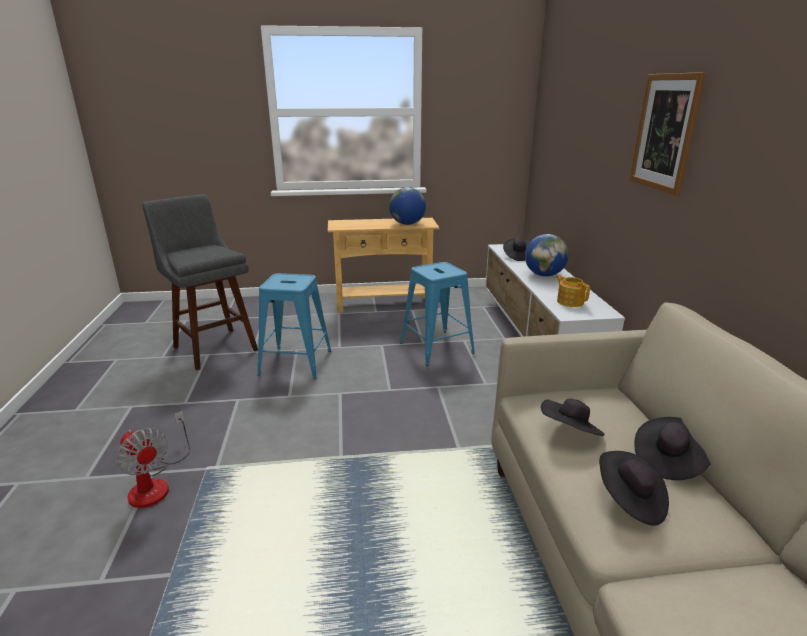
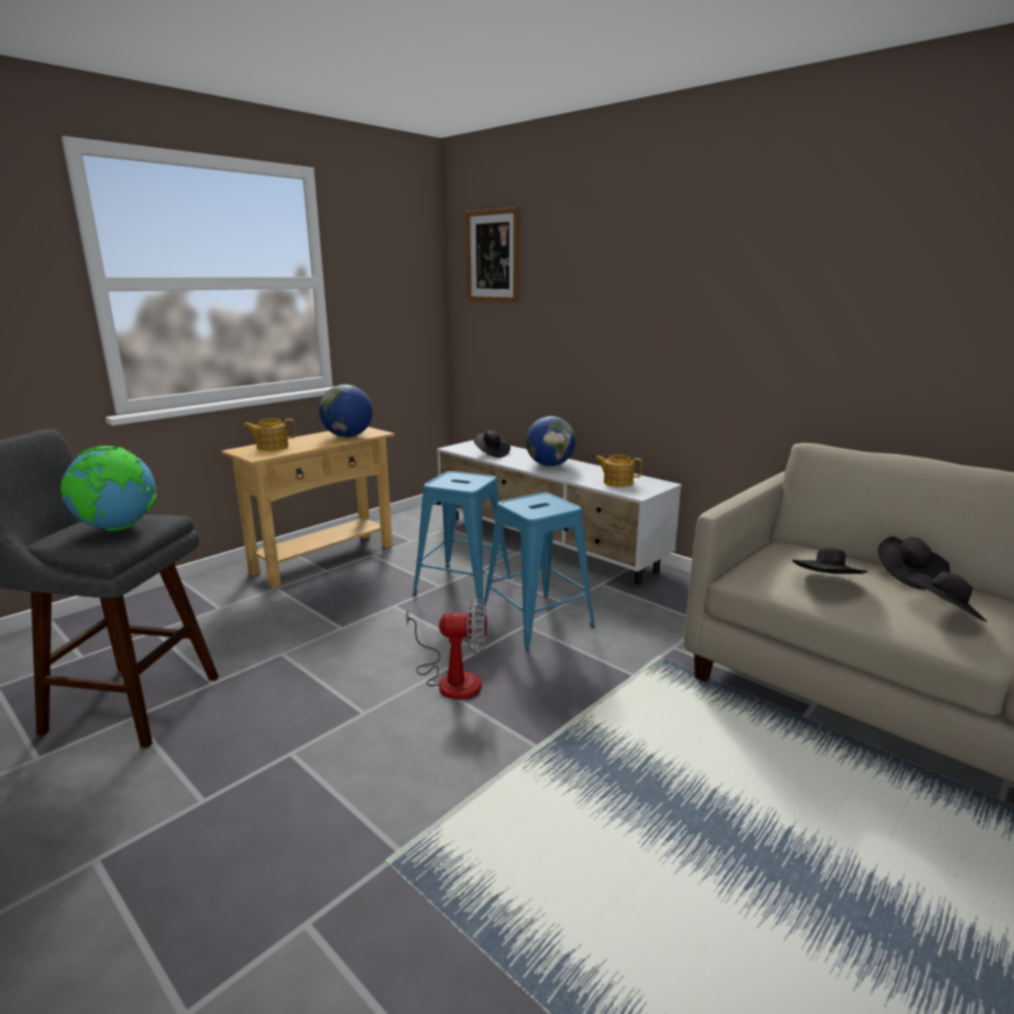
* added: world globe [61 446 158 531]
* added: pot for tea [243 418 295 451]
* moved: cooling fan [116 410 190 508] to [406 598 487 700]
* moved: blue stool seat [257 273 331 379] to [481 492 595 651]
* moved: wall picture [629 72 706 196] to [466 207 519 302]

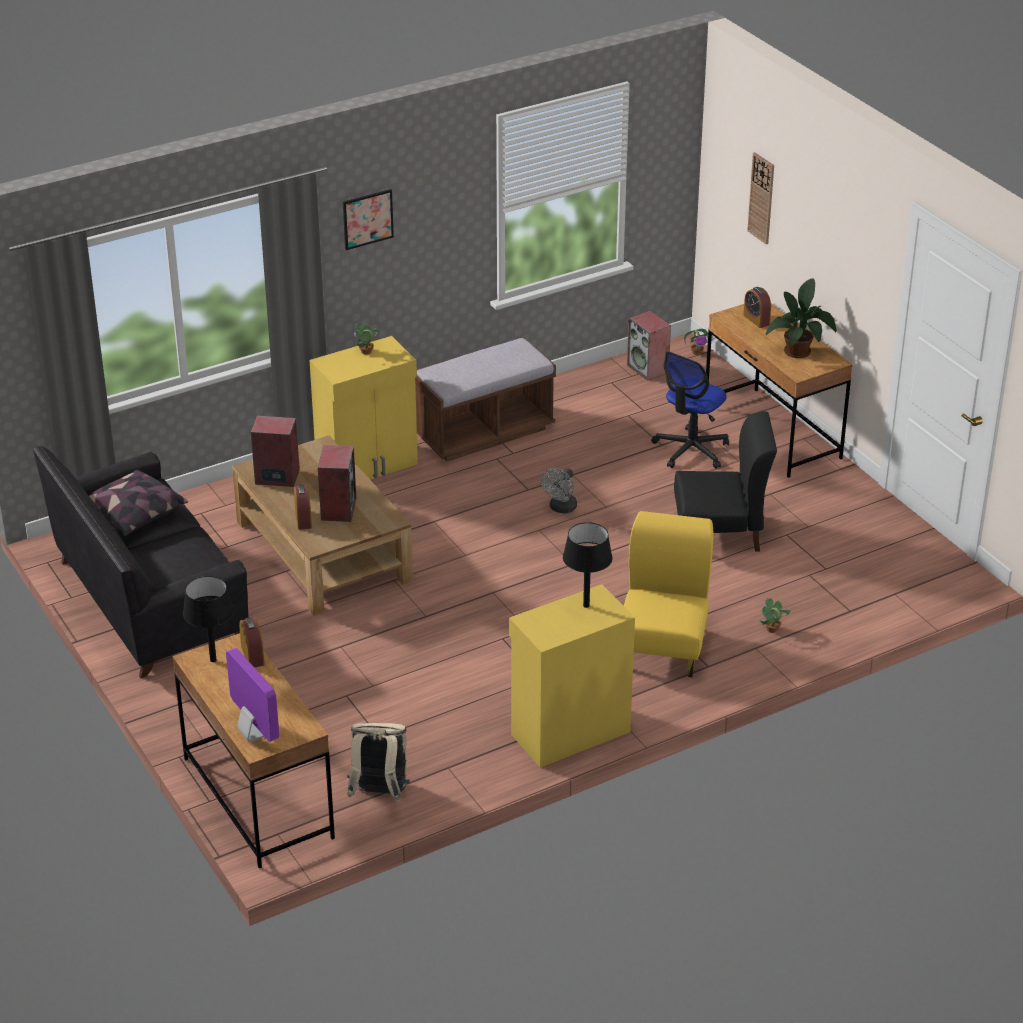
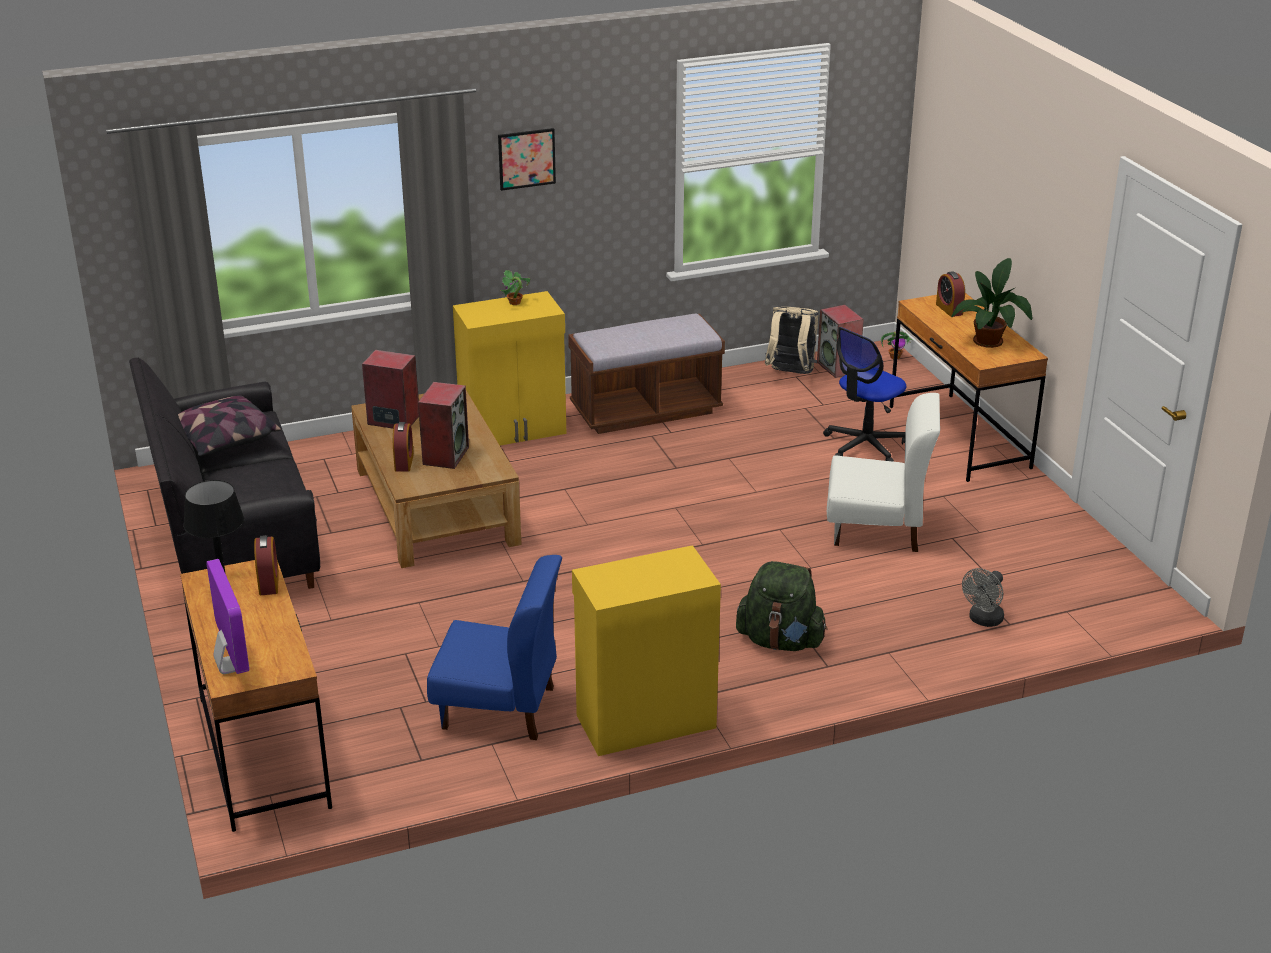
* removed: black tabletop lamp [563 522 613 608]
* removed: clock on the wall [747 152 774 244]
* removed: plant in a pot [759 598 791 633]
* added: blue plain chair [427 555 562 740]
* moved: beige backpack [347 723 410 801] to [765 307 819 374]
* moved: grey cooling fan [541 468 577 514] to [962 568 1004 627]
* replaced: yellow-coloured plain chair [624 511 714 677] to green backpack [736 561 828 651]
* recoloured: black plain chair [674 411 777 552] to whitish plain chair [827 393 940 552]

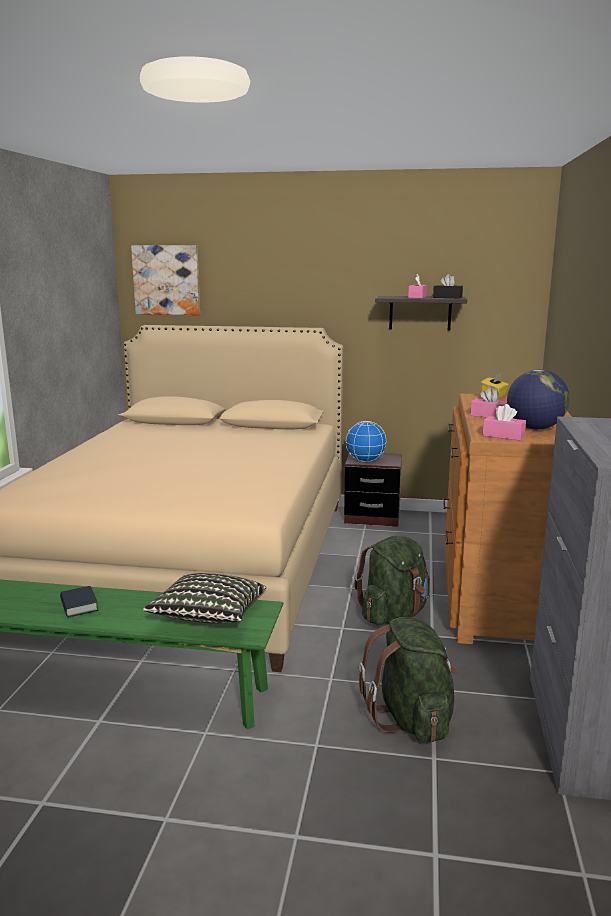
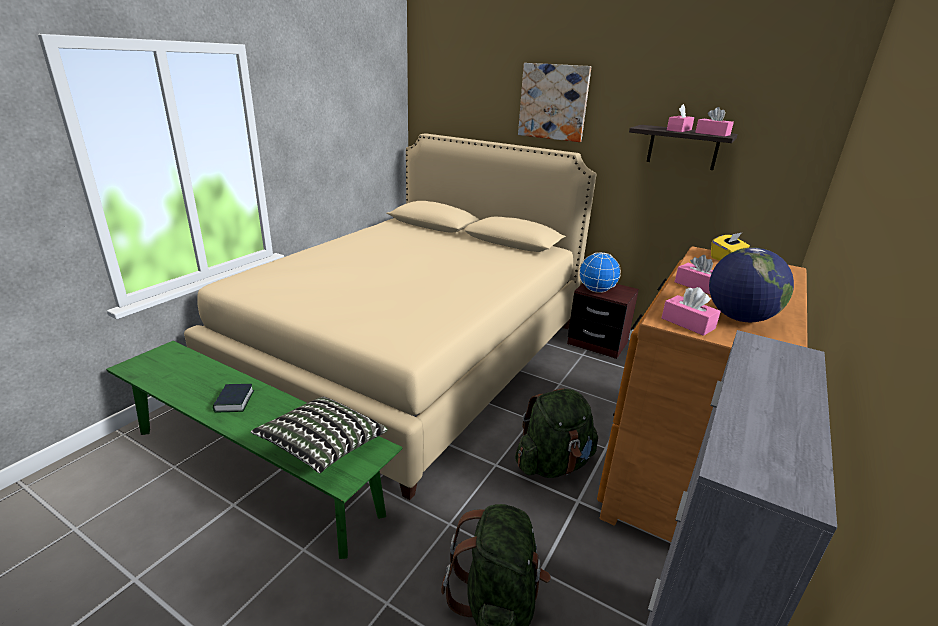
* moved: wall picture [131 245 200 315] to [518 63 591 142]
* recoloured: black tissue box [433 274 463 298] to pink tissue box [695 107 734 136]

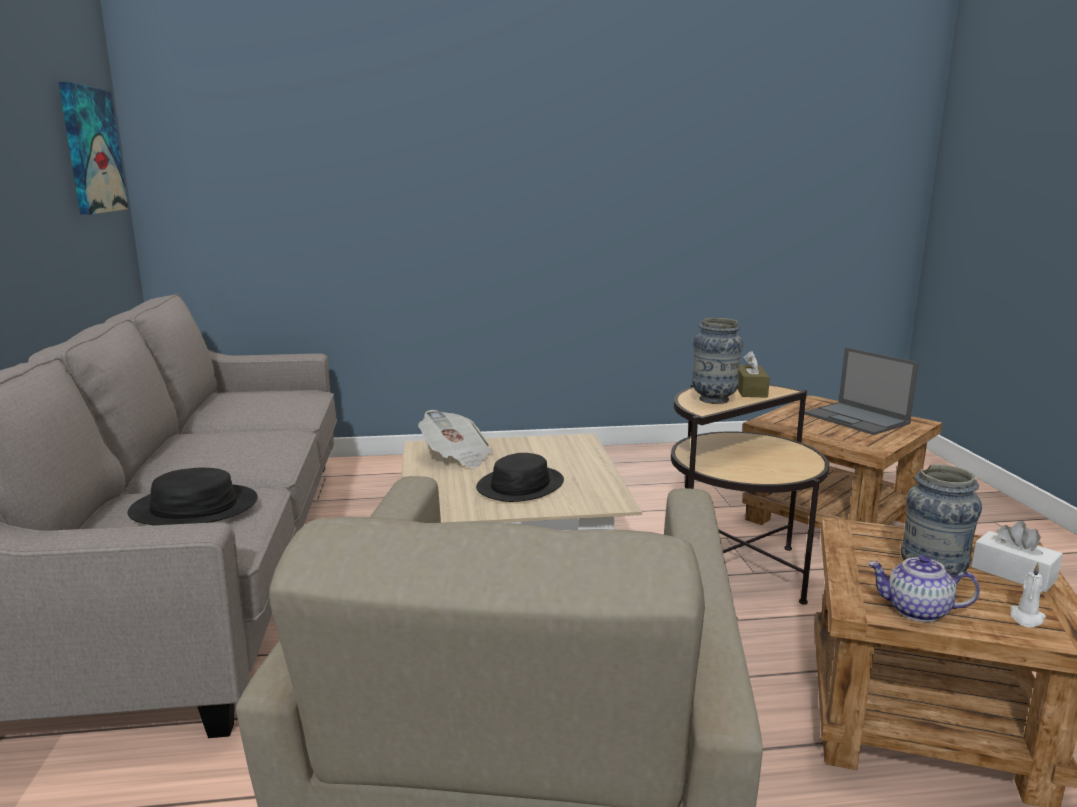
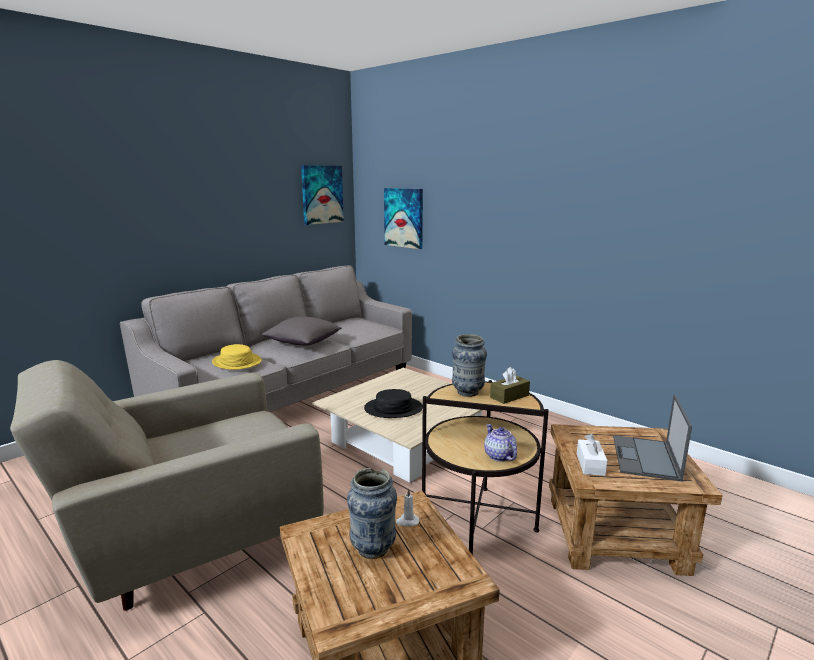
* removed: daily paper [418 410 493 469]
* added: grey cushion [262 316 342 346]
* added: wall picture [384 188 423 249]
* moved: pot for tea [868 555 980 622] to [484 424 517 462]
* moved: whitish tissue box [971 521 1063 592] to [577 434 608 476]
* moved: whitish wax light [1010 563 1046 627] to [396 488 419 526]
* recoloured: black clothing hat [128 468 258 525] to yellow-coloured clothing hat [212 344 262 370]

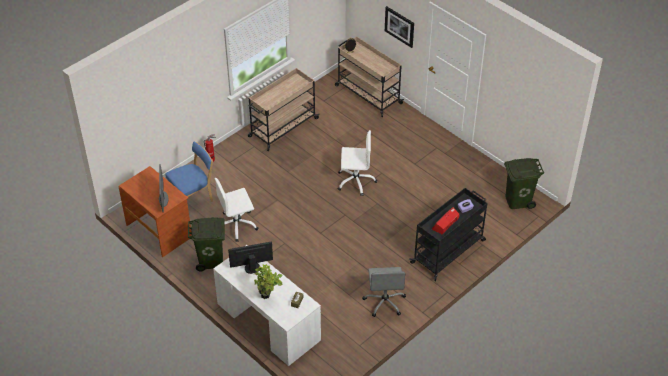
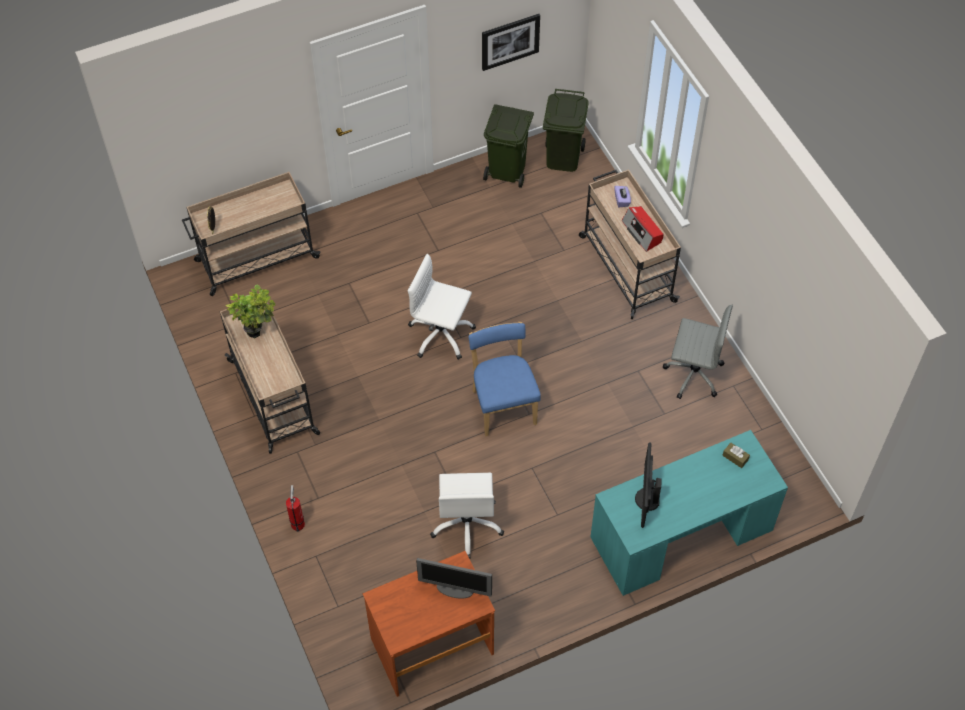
* moved: blue plain chair [166 142 213 202] to [468 322 541 436]
* moved: green waste bin [188 217 225 271] to [483 104 534 188]
* moved: plant in a pot [254 264 283 299] to [225 285 275 338]
* moved: wall picture [385 6 414 48] to [482 14 540 71]
* recoloured: whitish desk unit [213 245 321 366] to blue-green desk unit [591 430 788 596]
* recoloured: black wheeled cart [409 188 488 281] to beige wheeled cart [579 169 681 319]
* turned: whitish computer chair [338 130 377 196] = [408 254 476 360] 90 degrees counterclockwise

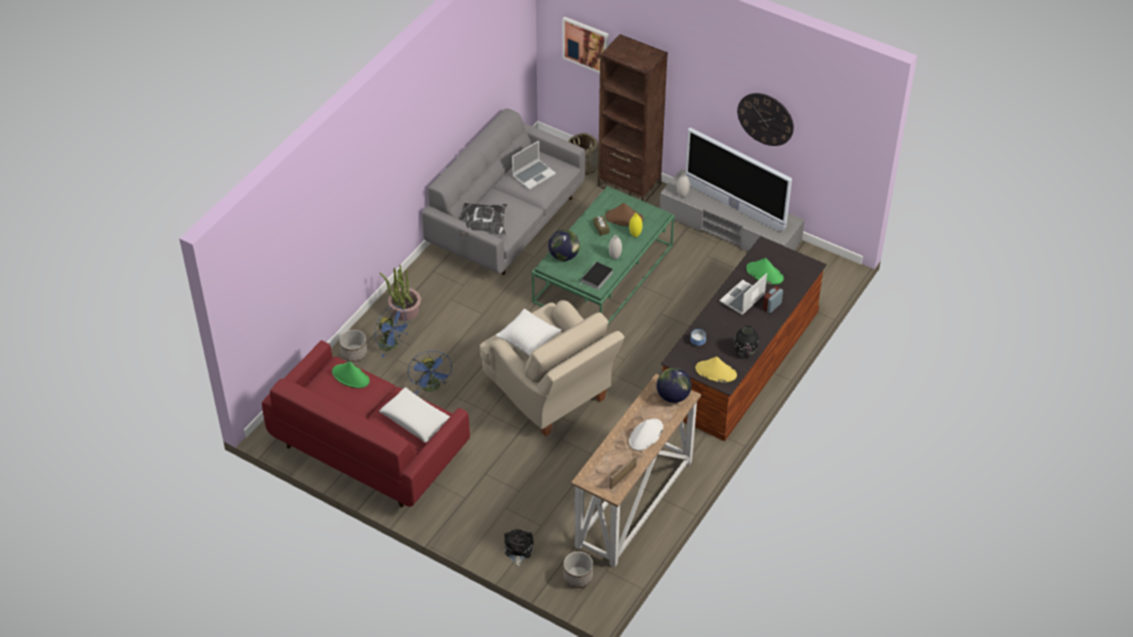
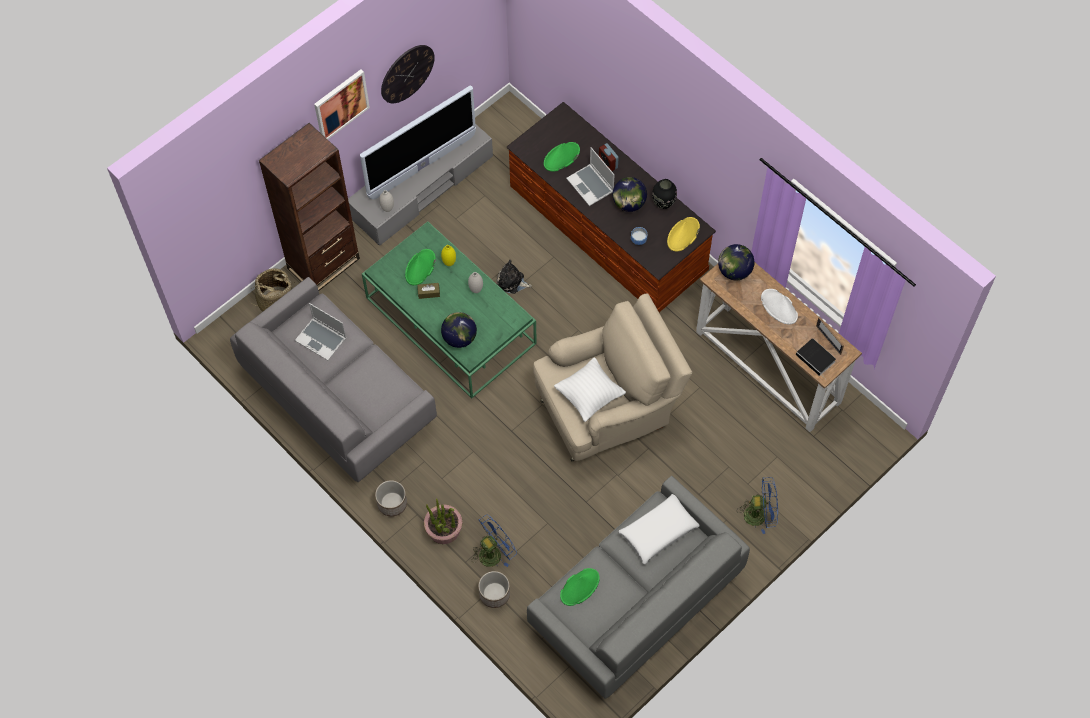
* removed: cushion [459 203 507 236]
* added: world globe [613 177 647 212]
* moved: blue cooling fan [408 351 452 394] to [737 477 778 534]
* moved: cuddly toy [504 529 533 567] to [496 260 532 294]
* moved: wall picture [562 16 608 73] to [314 69 370 139]
* moved: plant pot [564 552 593 588] to [375 480 407 517]
* moved: book [579 262 613 290] to [796 338 836 379]
* recoloured: red couch [262 340 470 508] to grey couch [527 476 750 699]
* recoloured: brownish clothing hat [605 203 644 226] to green clothing hat [405 249 436 285]
* turned: portable computer [512 141 556 190] = [295 303 346 361] 150 degrees clockwise

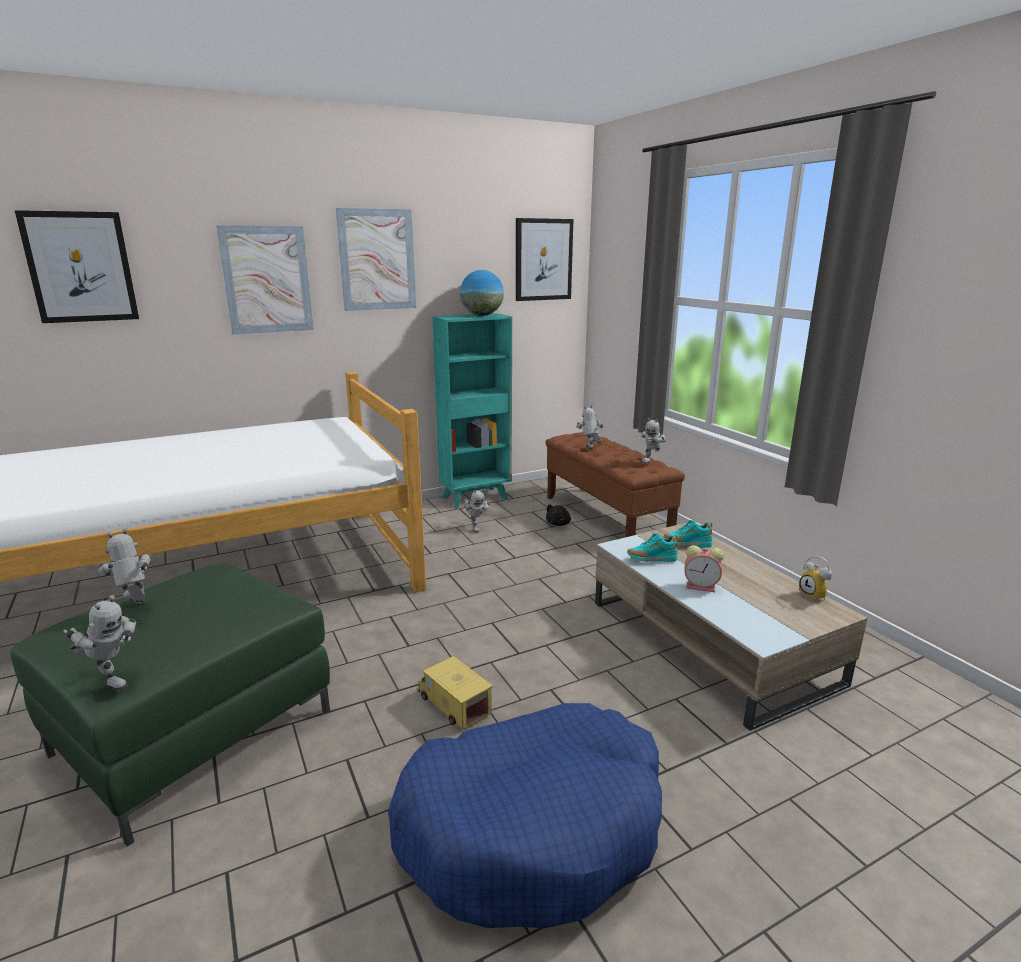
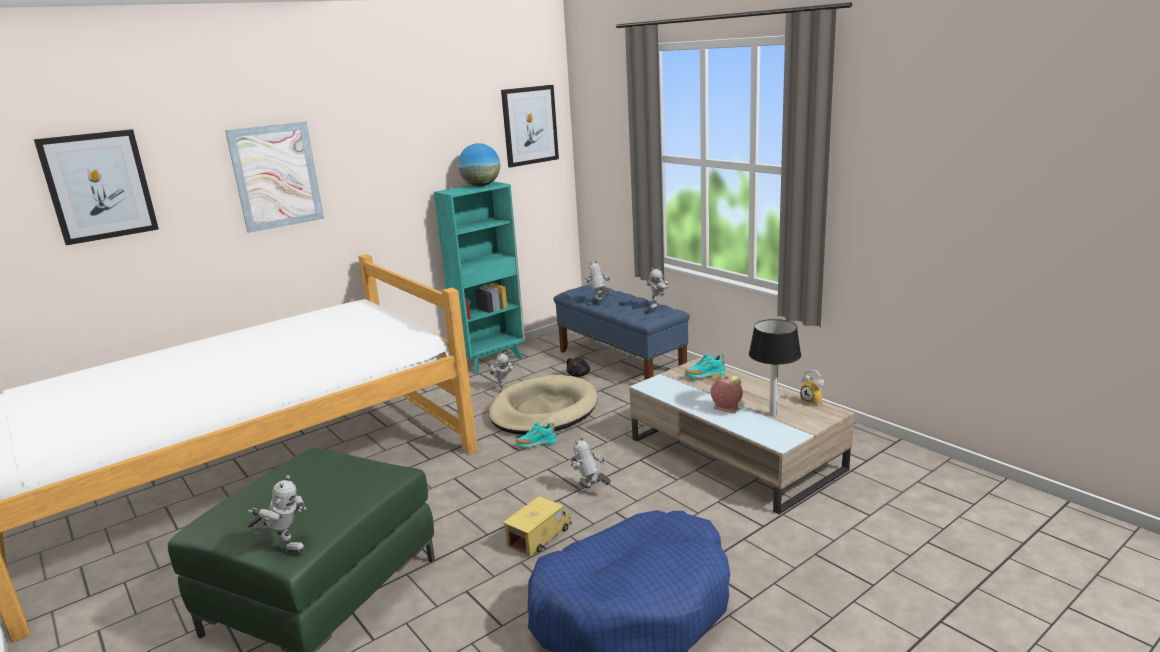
* removed: wall picture [336 208 416 311]
* added: beige dog cushion [489 375 597 435]
* added: tabletop lamp [749 319 801 416]
* moved: toy robot [97 528 152 606] to [571 437 611 489]
* moved: blue-green item of footwear [627 533 678 562] to [515 422 557 447]
* recoloured: brownish bench [546 432 685 537] to blue bench [554 284 690 380]
* turned: toy lorry [417 656 493 730] = [503 496 572 556] 90 degrees clockwise
* turned: table clock [684 545 724 592] = [710 373 743 413] 150 degrees counterclockwise

